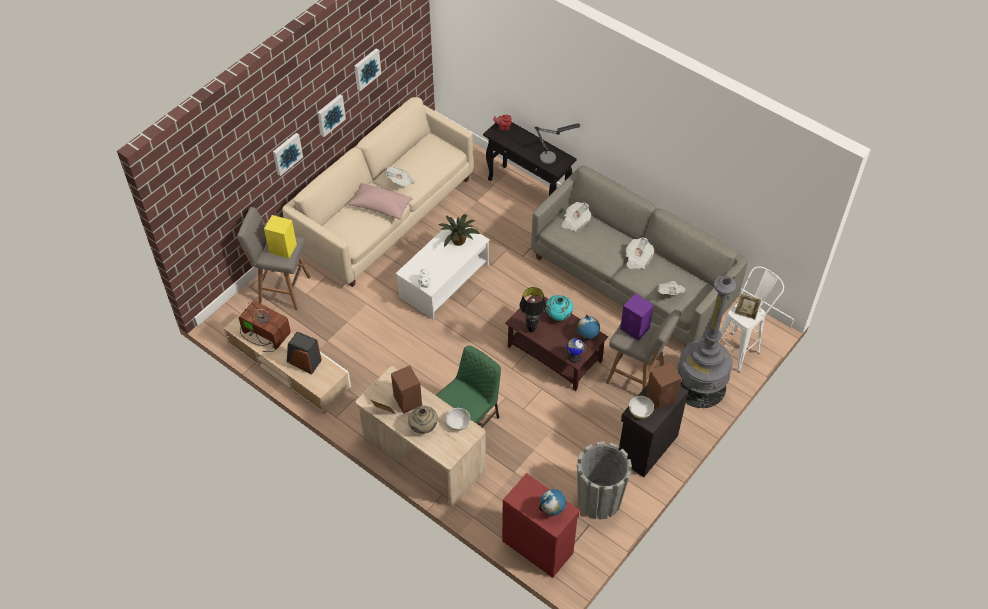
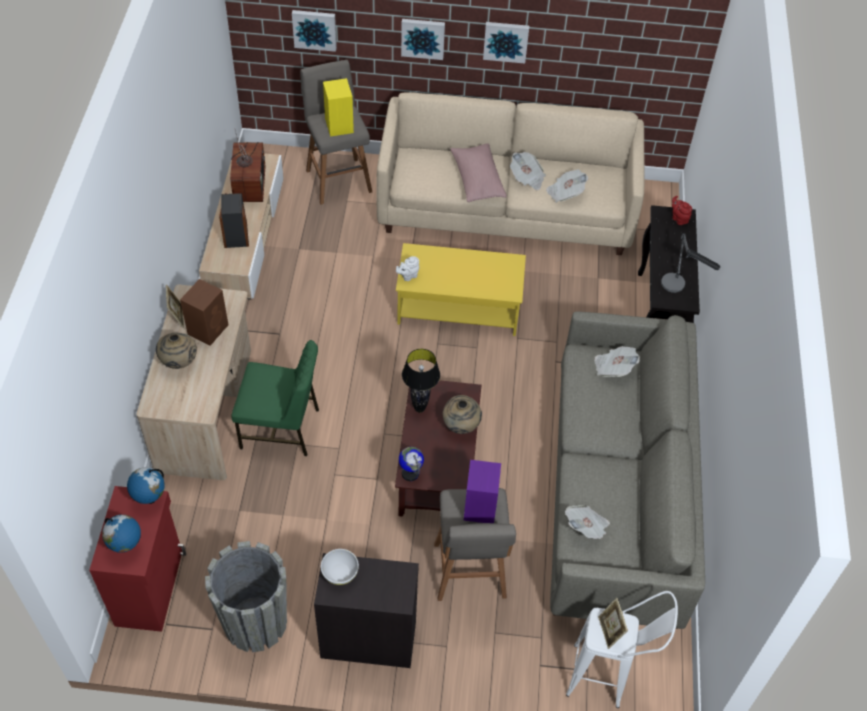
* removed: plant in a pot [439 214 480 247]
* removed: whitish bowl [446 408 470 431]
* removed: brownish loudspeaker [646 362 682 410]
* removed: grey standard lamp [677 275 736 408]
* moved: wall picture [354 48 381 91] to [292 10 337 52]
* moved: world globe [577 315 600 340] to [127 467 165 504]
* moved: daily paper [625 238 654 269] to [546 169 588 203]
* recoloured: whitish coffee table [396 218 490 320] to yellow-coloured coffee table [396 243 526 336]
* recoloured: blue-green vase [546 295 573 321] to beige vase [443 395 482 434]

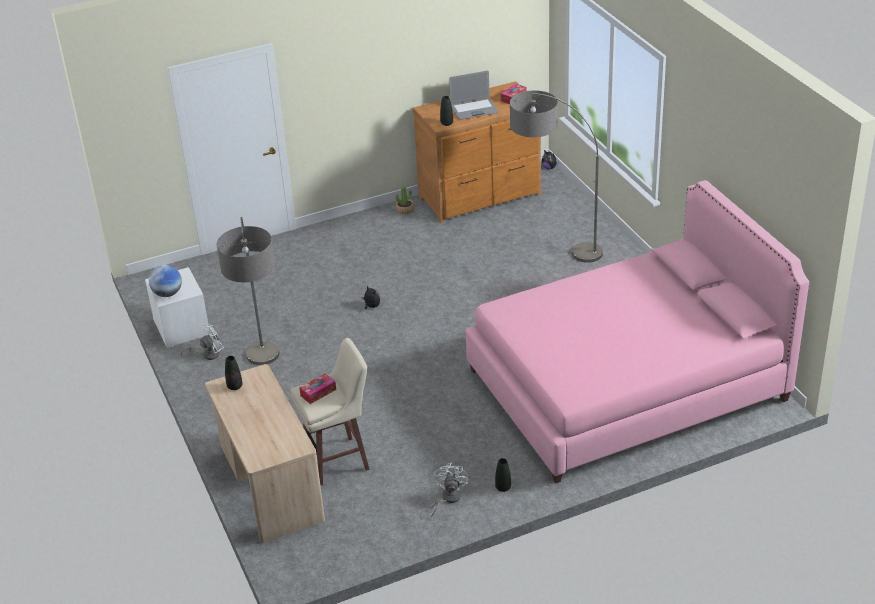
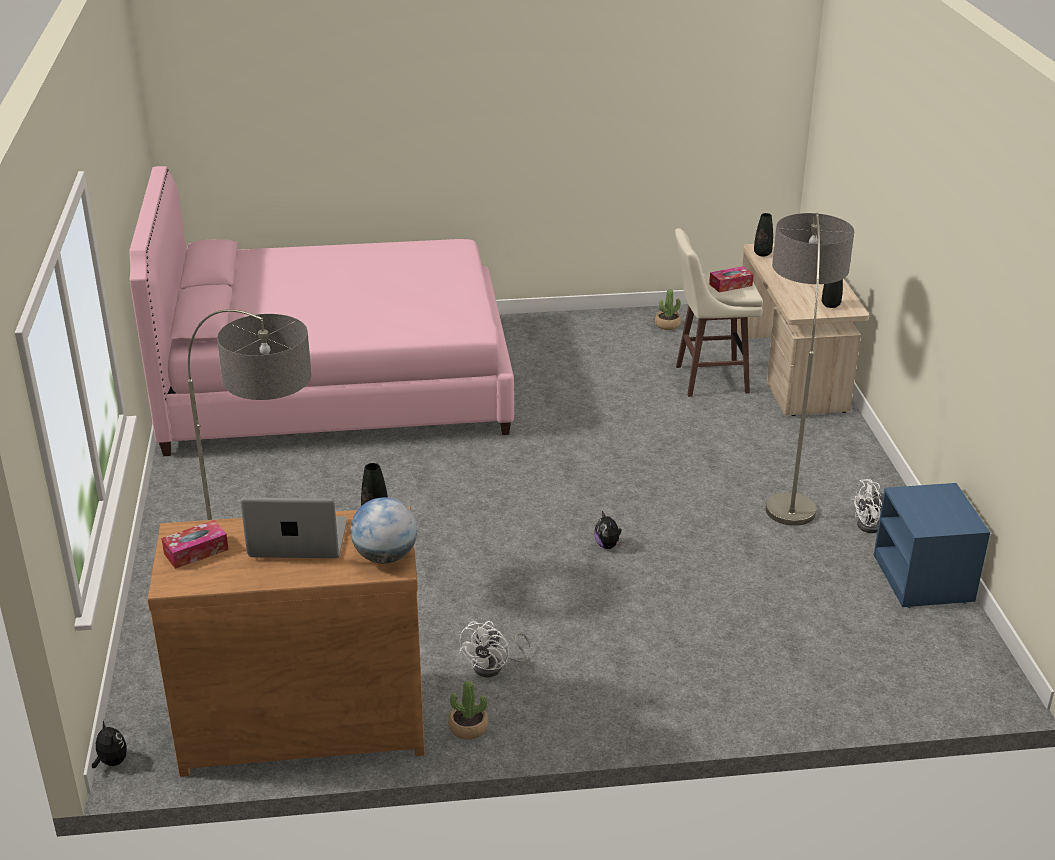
* added: plant in a pot [655 289 681 330]
* moved: world globe [149 265 182 297] to [351 497 417 564]
* moved: whitish cooling fan [431 463 468 517] to [459 621 530 677]
* moved: black vase [495 458 511 492] to [754 213 773 257]
* recoloured: whitish night table [145 267 210 347] to blue night table [874 483 990 608]

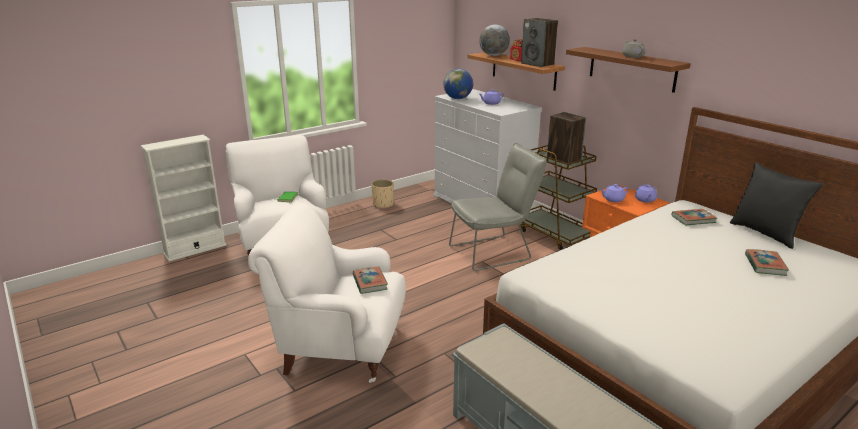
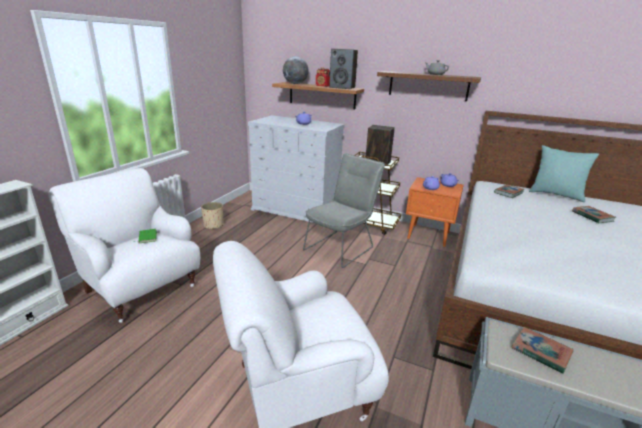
* removed: world globe [443 69 473 99]
* moved: book [353 267 388 294] to [512 327 574 374]
* recoloured: black cushion [730 162 823 249] to blue-green cushion [529 145 599 202]

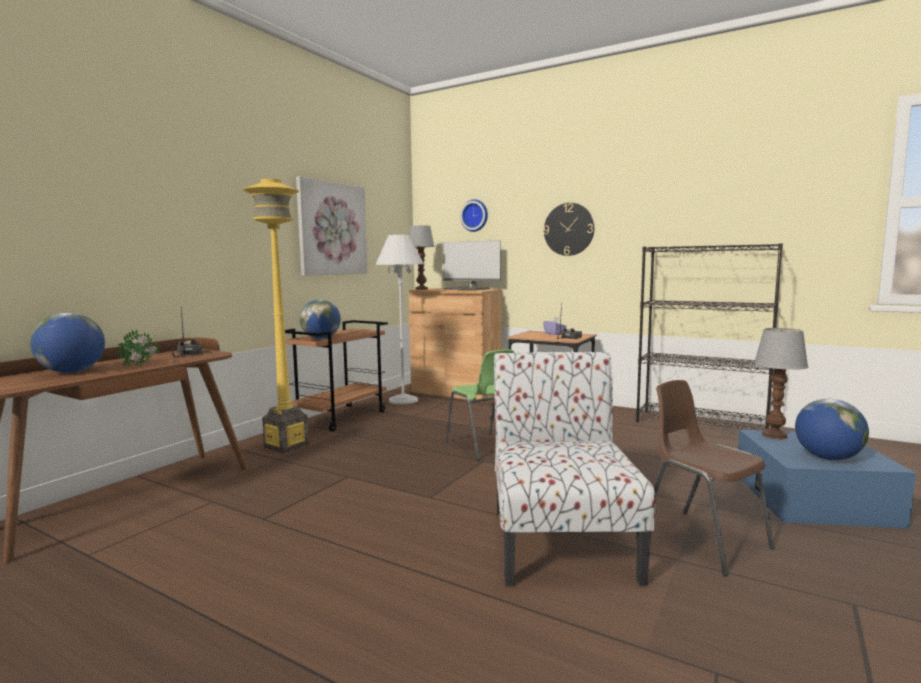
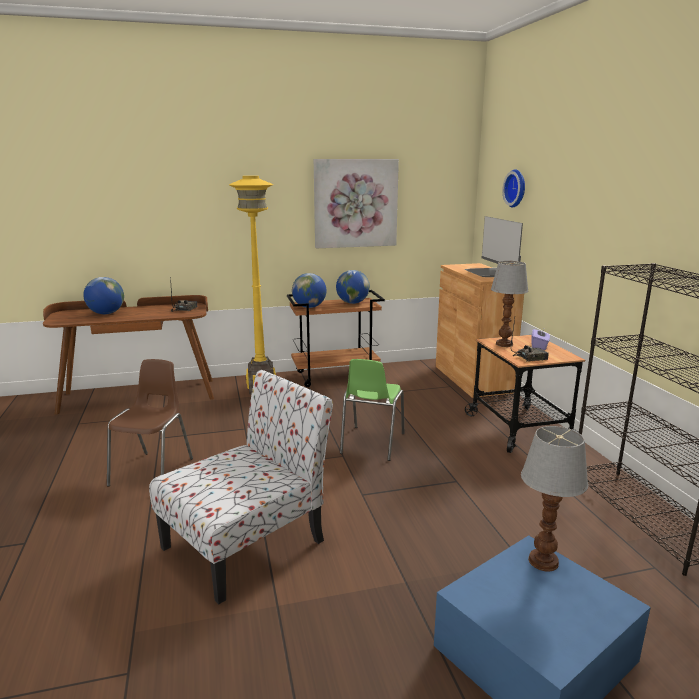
* removed: plant in a pot [118 330 160 367]
* removed: whitish standard lamp [375 235 424 405]
* removed: clock on the wall [544 203 595 256]
* moved: tabletop lamp [410 225 435 290] to [491 261 529 347]
* moved: brownish plain chair [654 380 775 576] to [107 359 193 487]
* moved: world globe [795 399 869 460] to [336 270 370 304]

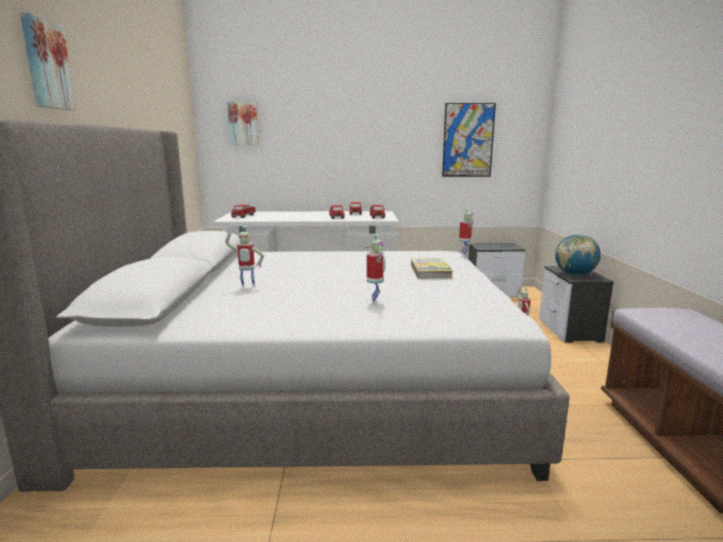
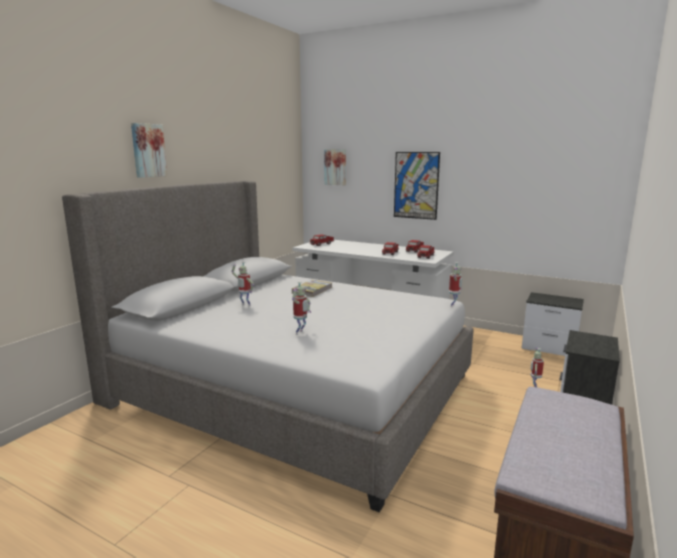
* removed: world globe [555 234 601 276]
* moved: book [411 258 453 278] to [292 280 332 297]
* moved: wall picture [442 103 496 177] to [394 152 440 220]

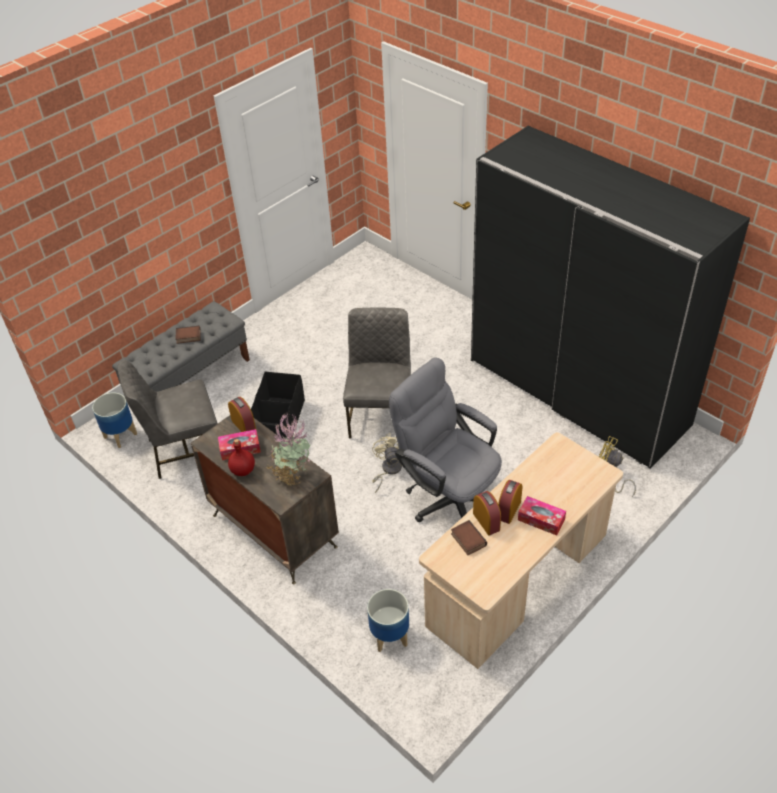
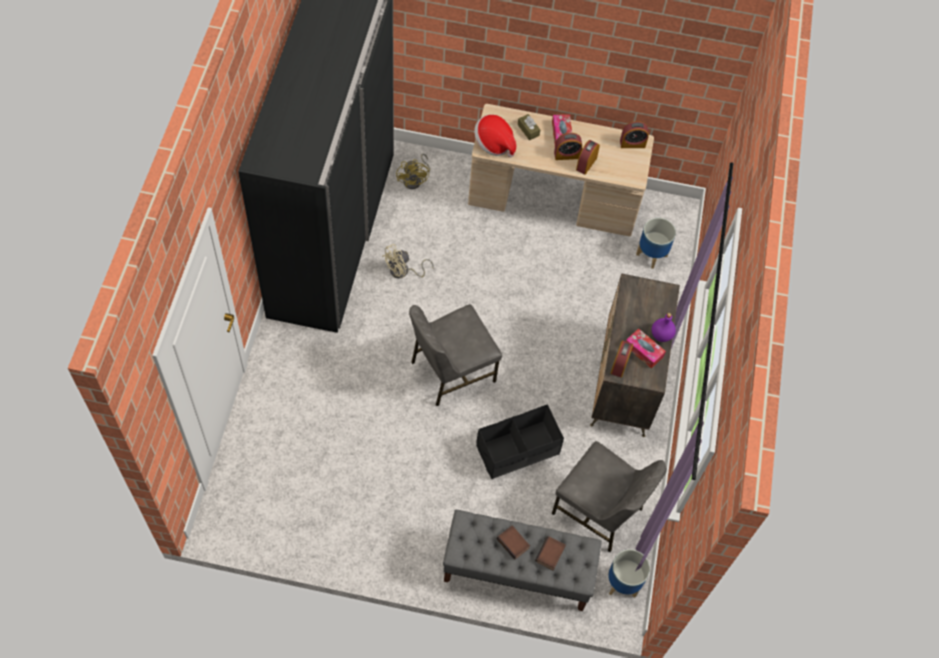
* removed: plant in a pot [267 411 311 486]
* removed: grey computer chair [389 358 502 522]
* added: clothing hat [474 114 516 158]
* added: brownish tissue box [518 114 540 140]
* added: table clock [620 121 649 148]
* moved: beige cooling fan [372 433 402 493] to [382 244 434 278]
* moved: book [451 520 487 555] to [535 536 566 570]
* recoloured: red bottle [228 439 255 476] to purplish bottle [652 313 676 342]

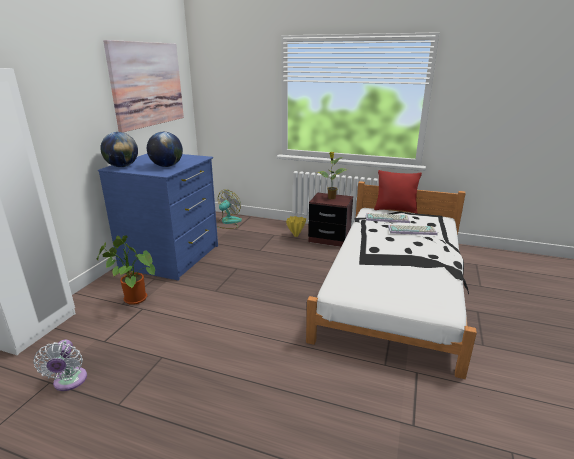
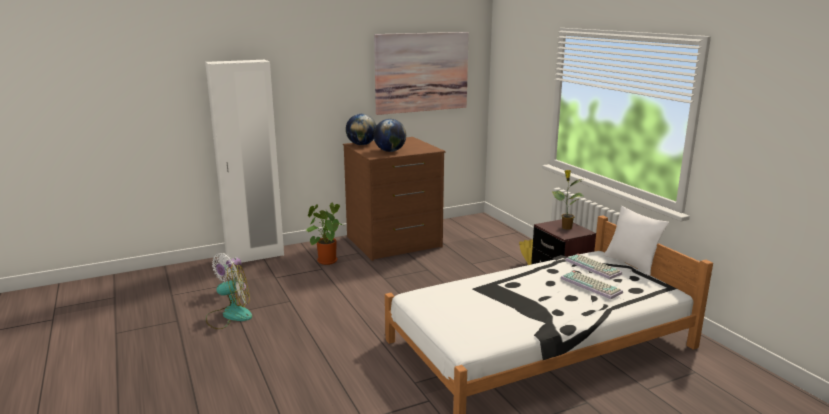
* moved: cooling fan [217 190 242 229] to [206 263 252 329]
* recoloured: blue drawer chest [98 154 218 281] to brownish drawer chest [343 137 445 261]
* recoloured: red cushion [374 170 422 214] to whitish cushion [604 206 669 276]

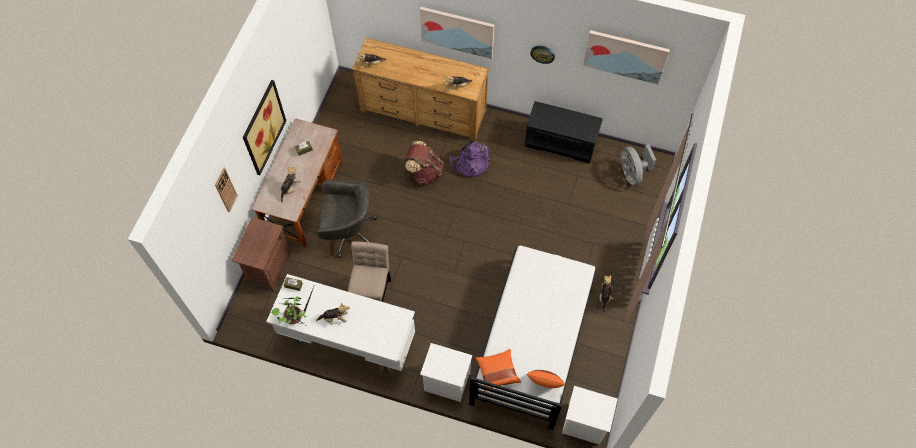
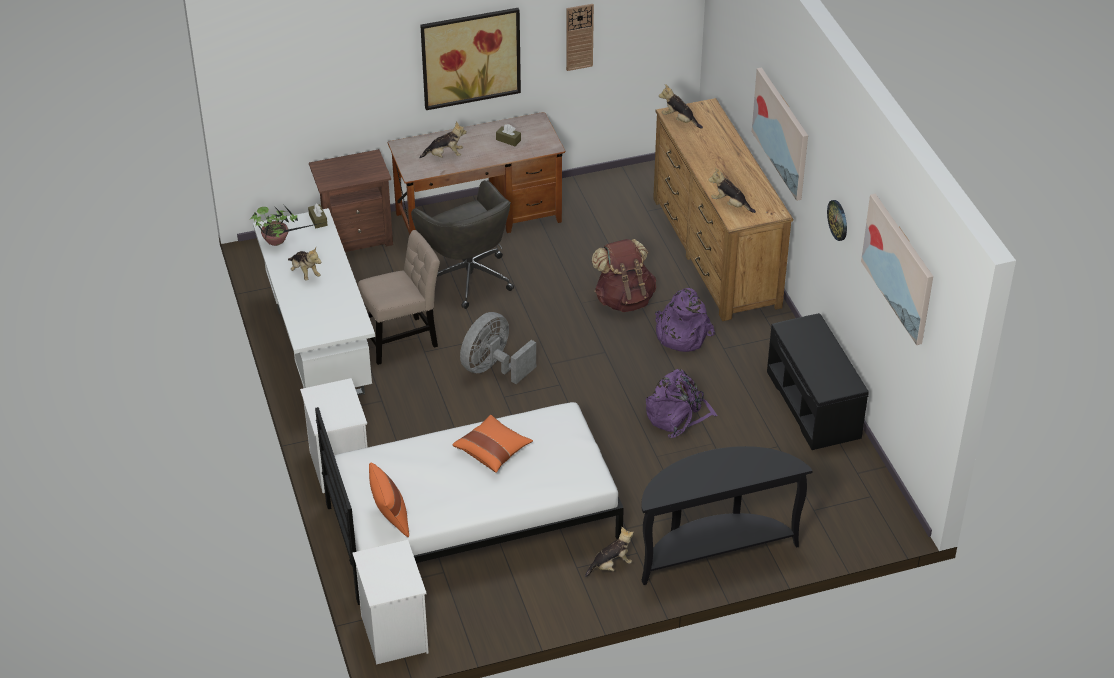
* added: black hall table [641 446 812 585]
* added: purplish backpack [646 369 718 438]
* moved: clock on the wall [215 168 238 212] to [566 4 594 71]
* moved: orange cushion [476 349 521 392] to [452 415 533 473]
* moved: grey cooling fan [621 144 656 185] to [460 312 536 384]

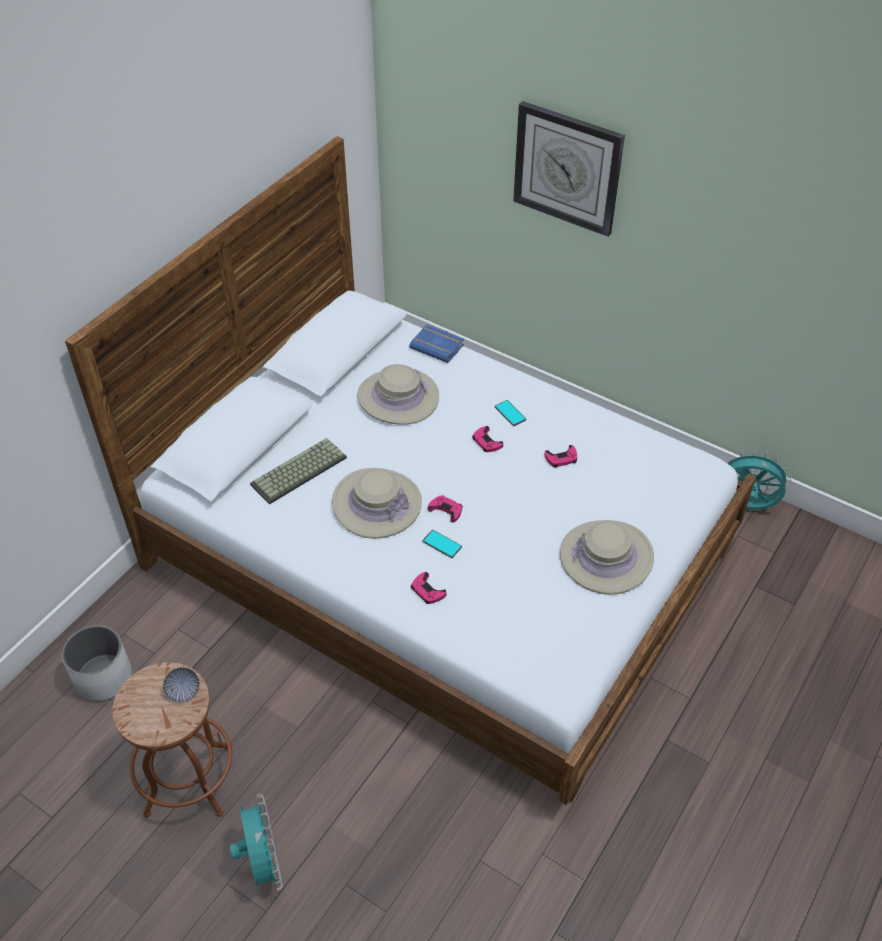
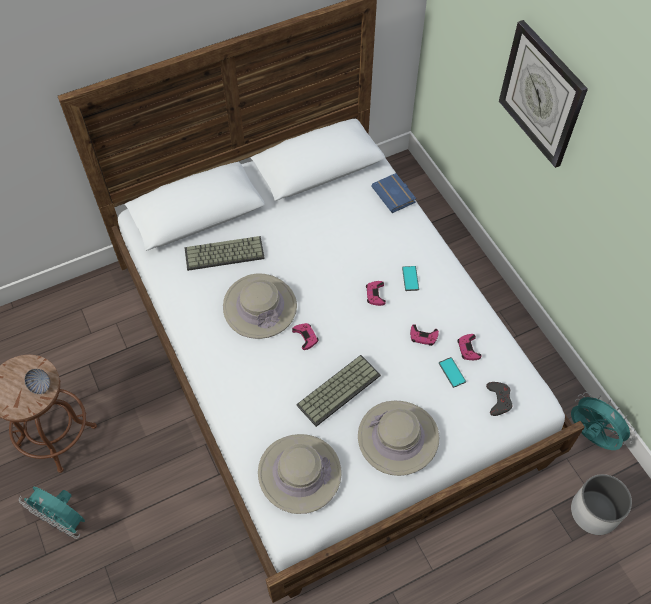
* added: computer keyboard [296 355 381 427]
* added: grey joypad [486 382 513 416]
* moved: whitish plant pot [62 625 132 701] to [571 474 632 535]
* moved: beige clothing hat [357 364 439 425] to [258 434 342 514]
* moved: pink joypad [411 572 447 604] to [457 334 481 360]
* moved: handset [422 530 462 558] to [439 357 466 388]
* turned: blue-green cooling fan [229 794 283 891] = [19 487 85 539] 105 degrees clockwise

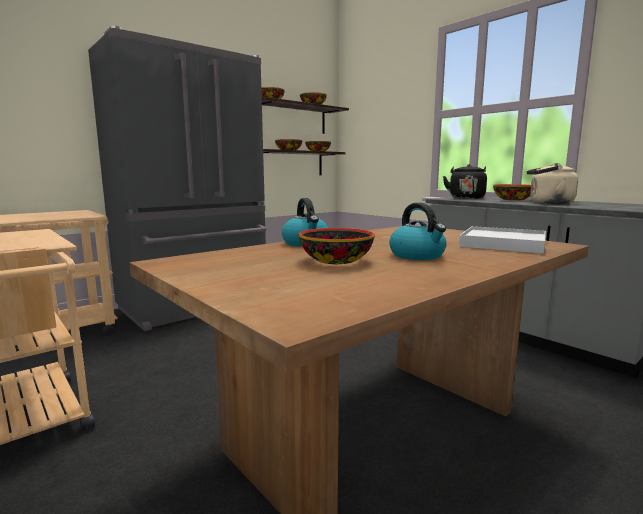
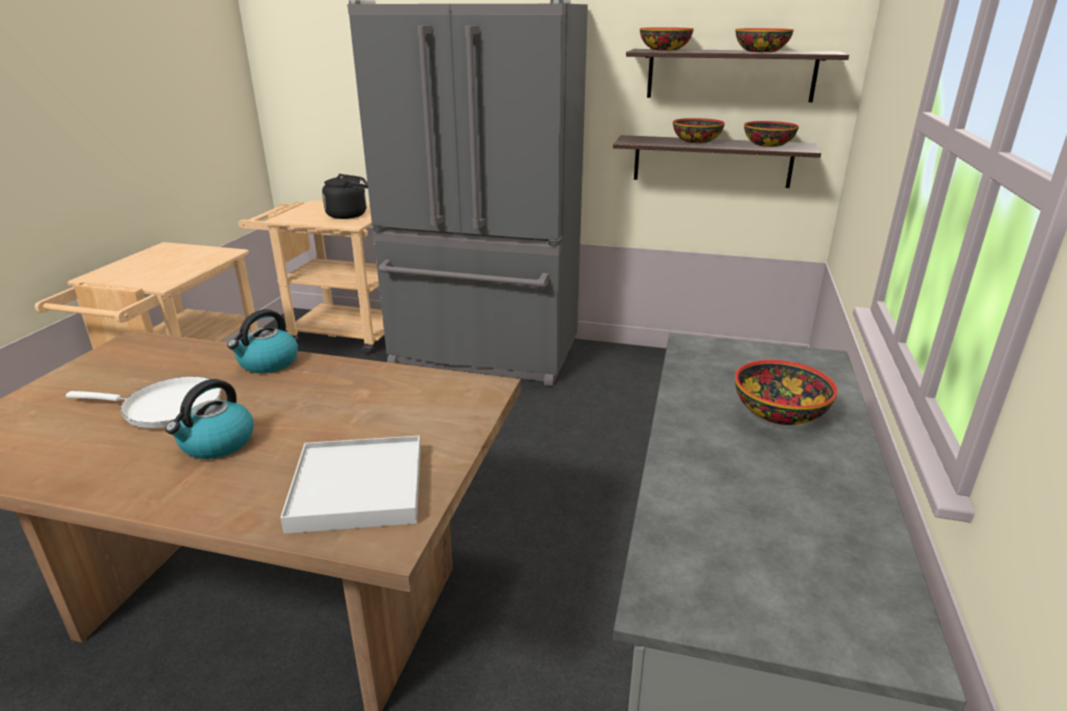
* removed: beige tea kettle [527 163 578 204]
* moved: black tea kettle [443 164 487 199] to [322 174 368 219]
* replaced: bowl [299 228 375 264] to whitish frying pan [66 376 221 428]

